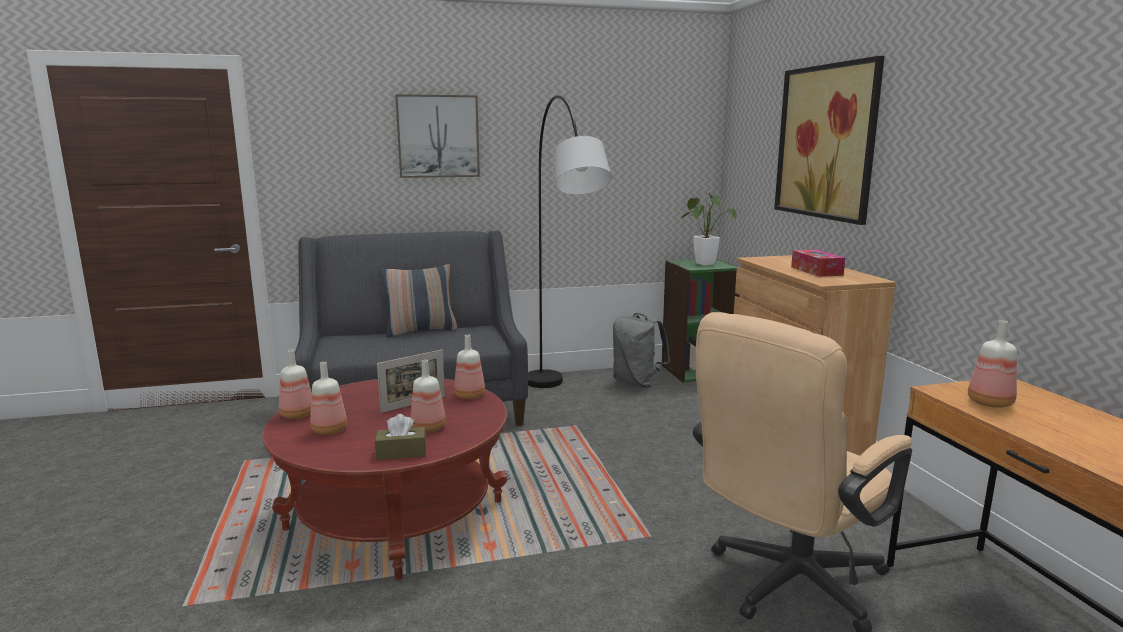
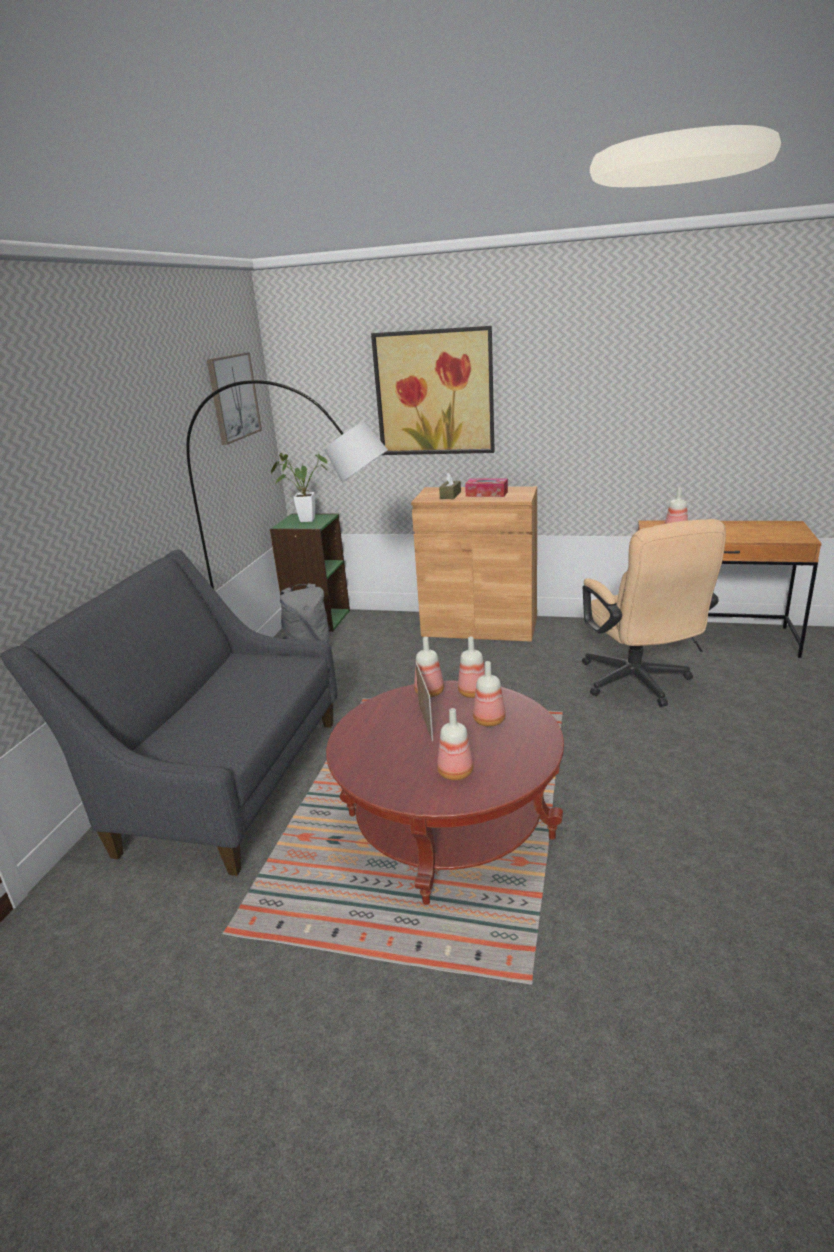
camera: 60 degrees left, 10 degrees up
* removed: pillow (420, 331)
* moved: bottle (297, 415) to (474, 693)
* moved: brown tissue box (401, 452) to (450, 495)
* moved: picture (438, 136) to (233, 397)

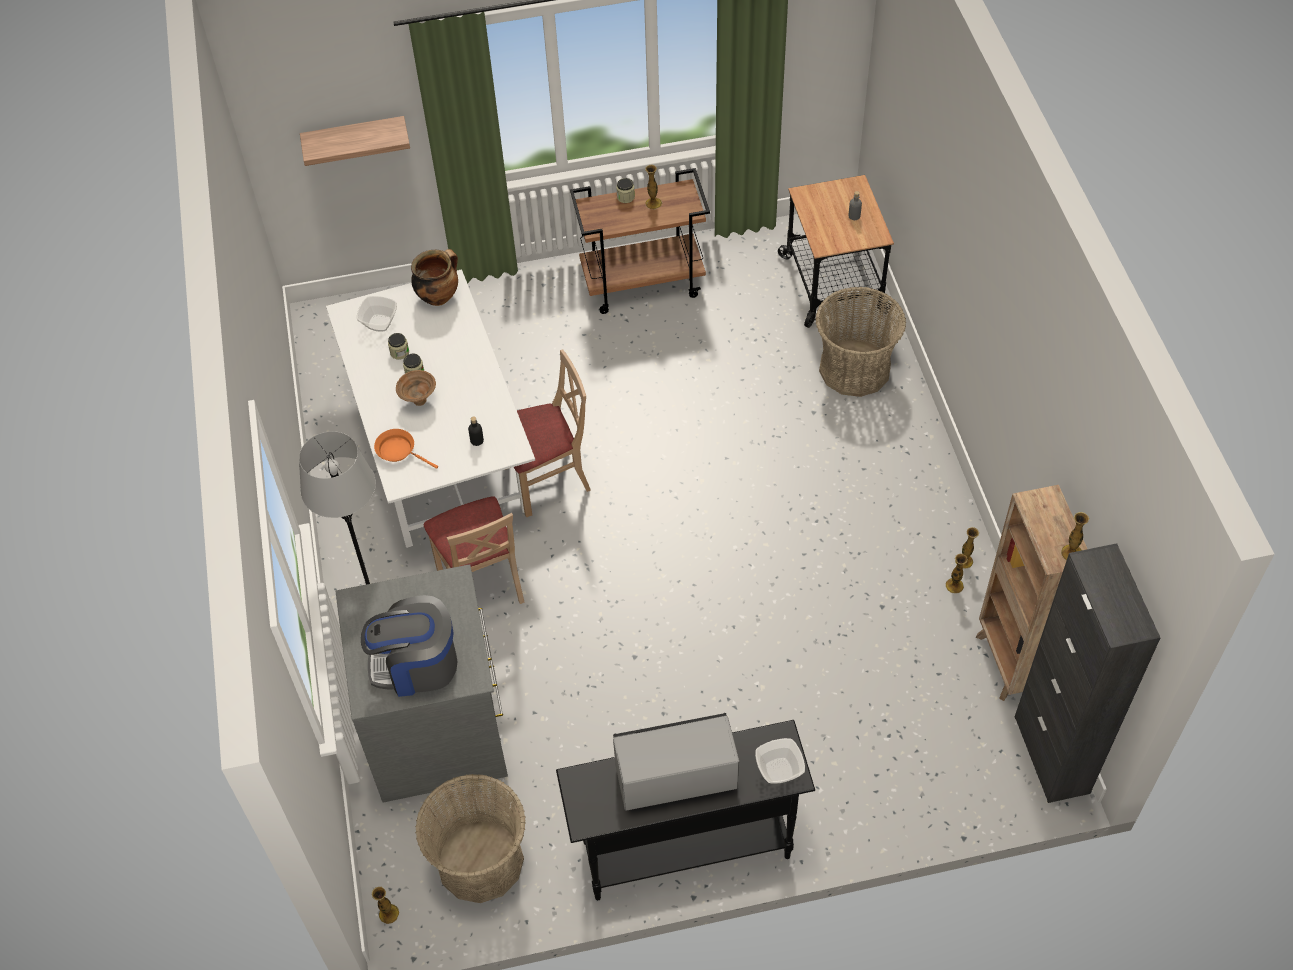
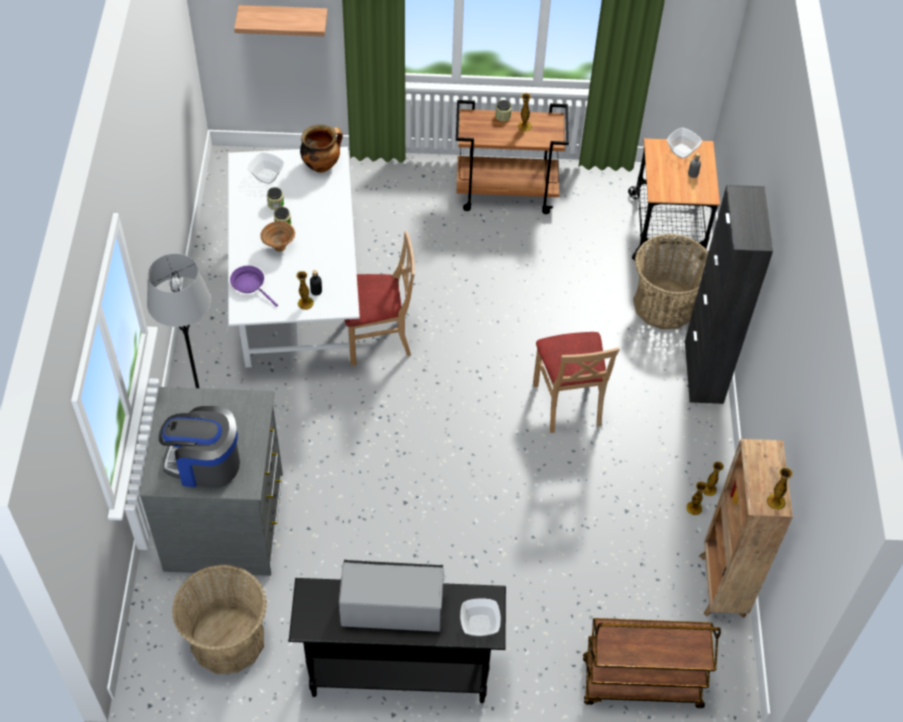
camera: 10 degrees right, 0 degrees up
* added: brown cart (640, 684)
* added: bowl (682, 151)
* moved: vase (389, 913) to (305, 303)
* moved: beige chair (482, 584) to (568, 403)
* moved: black cabinet (1051, 754) to (703, 372)
* recoloured: orange frying pan (399, 451) to purple frying pan (250, 285)

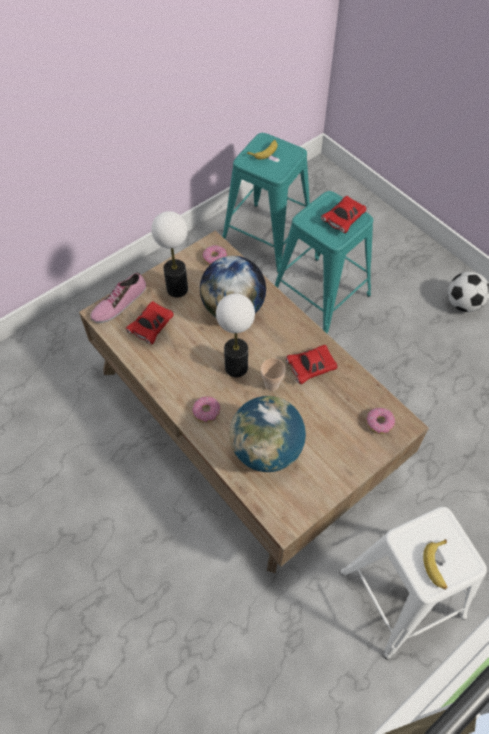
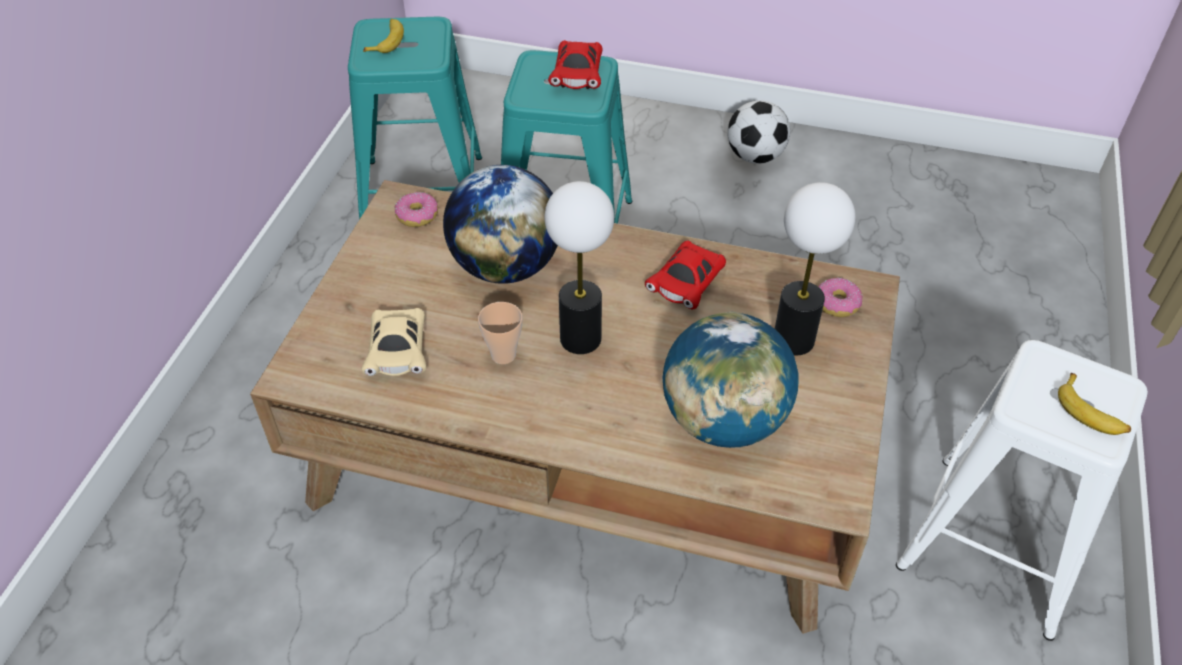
camera: 35 degrees left, 10 degrees down
* removed: shoe (119, 303)
* removed: donut (206, 412)
* moved: table lamp (177, 288) to (793, 339)
* moved: cup (272, 385) to (503, 355)
* recoloured: red toy car (151, 327) to beige toy car (398, 353)

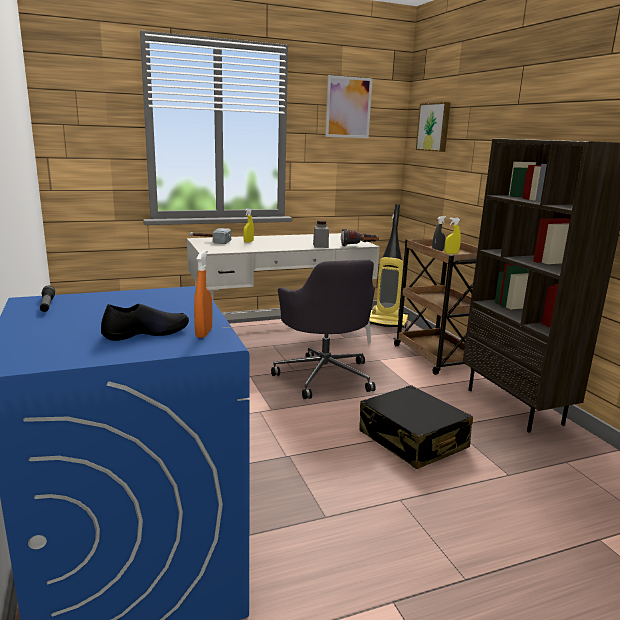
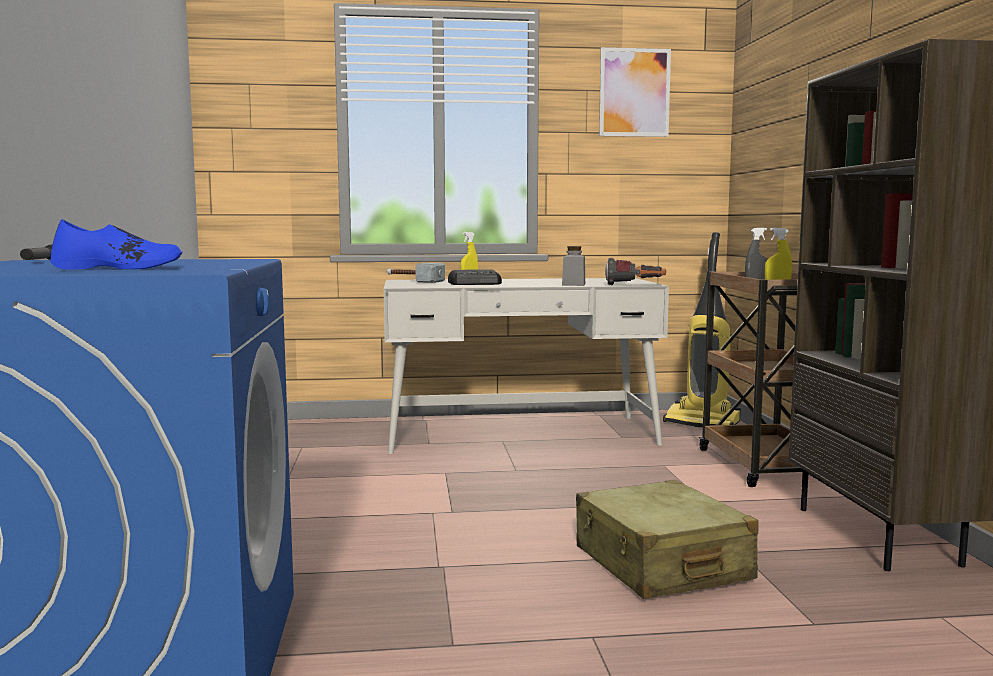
camera: 15 degrees right, 10 degrees down
* removed: orange spray bottle (204, 333)
* removed: grey office chair (324, 376)
* removed: picture (434, 127)
* added: radio (476, 284)
* recoloured: black shoe (146, 332) to blue shoe (119, 268)
* recoloured: black suitcase (412, 440) to beige suitcase (661, 564)

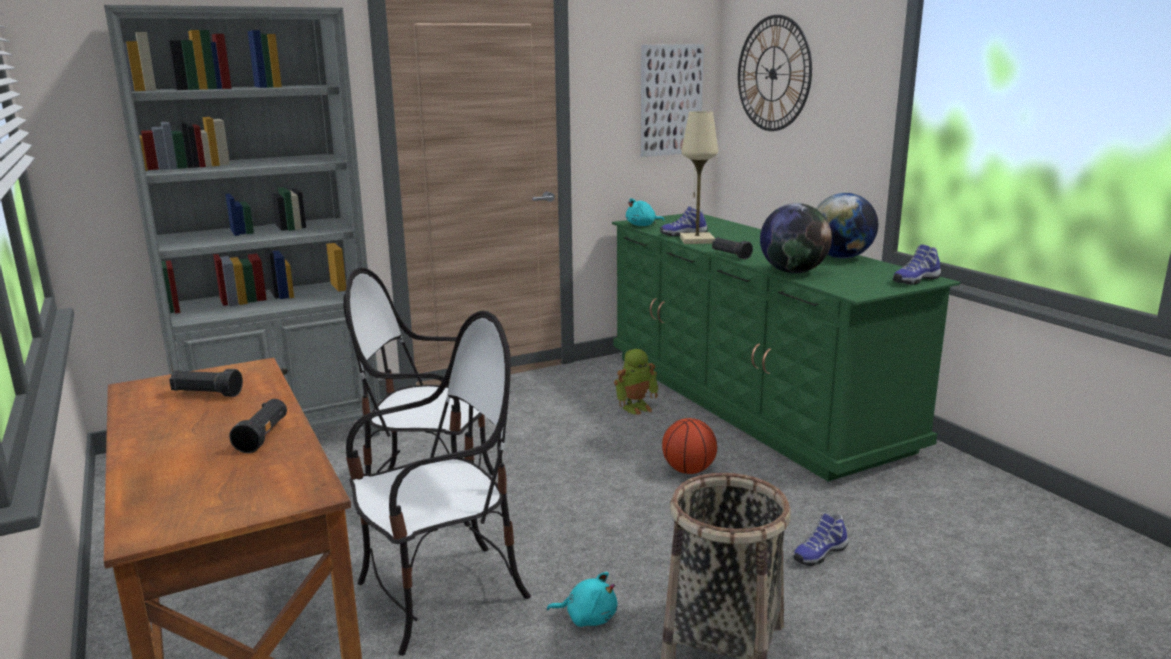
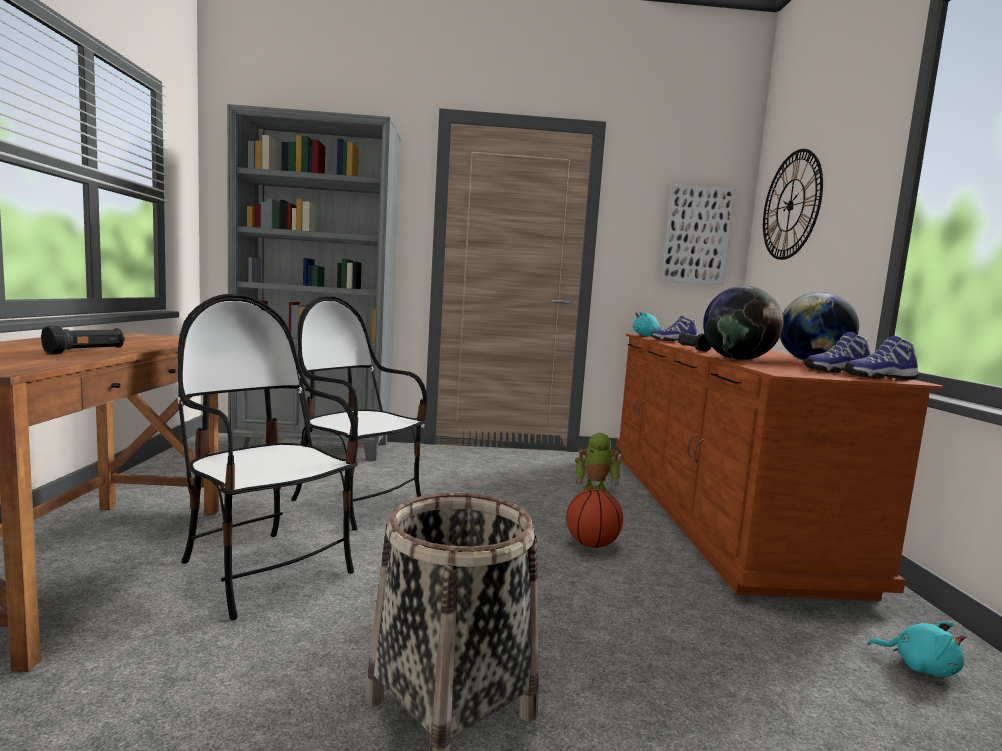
camera: 25 degrees right, 10 degrees down
* removed: black flashlight (207, 394)
* removed: beige table lamp (697, 240)
* moved: turquoise plush toy (588, 617) to (920, 666)
* moved: shoe (819, 553) to (836, 371)
* recoloured: green dresser (749, 400) to brown dresser (712, 509)
* turned: chair (442, 595) = (265, 570) 135 degrees counterclockwise

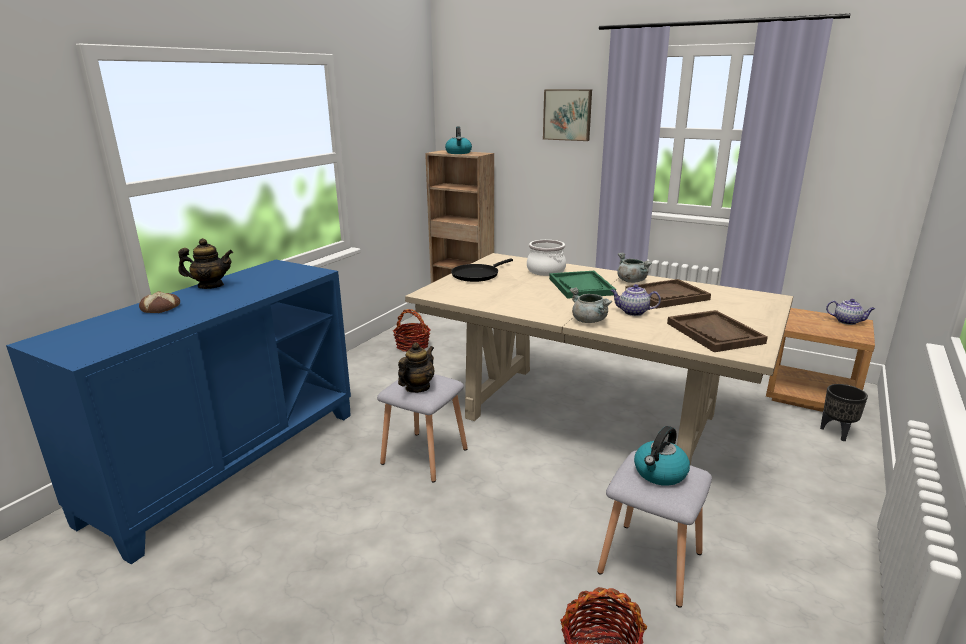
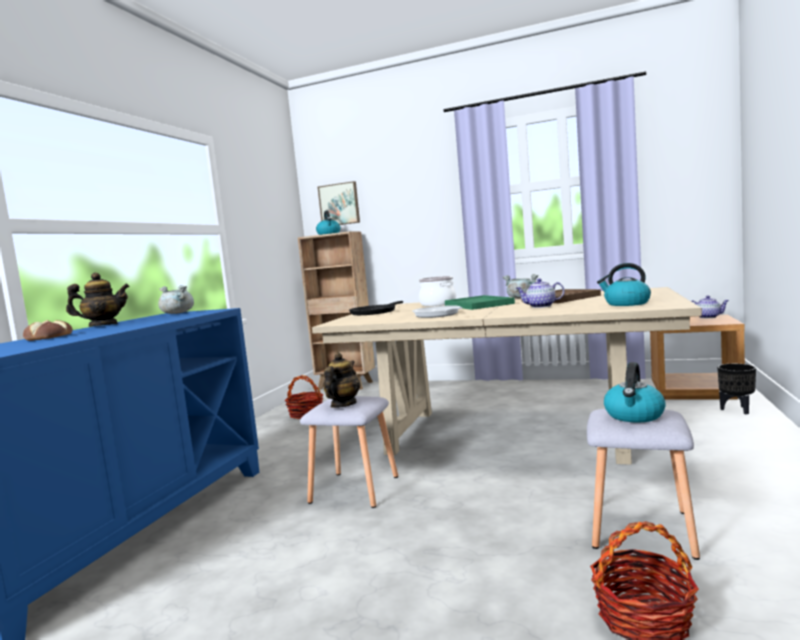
camera: 10 degrees left, 15 degrees down
* added: frying pan (438, 315)
* moved: picture (567, 114) to (339, 204)
* moved: grey cooking pot (589, 321) to (178, 313)
* replaced: brown tray (715, 333) to kettle (626, 304)

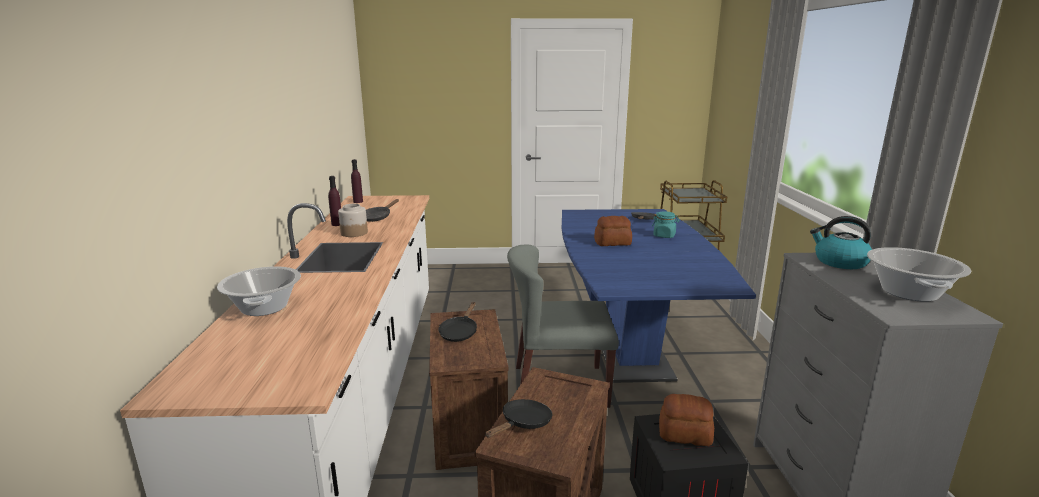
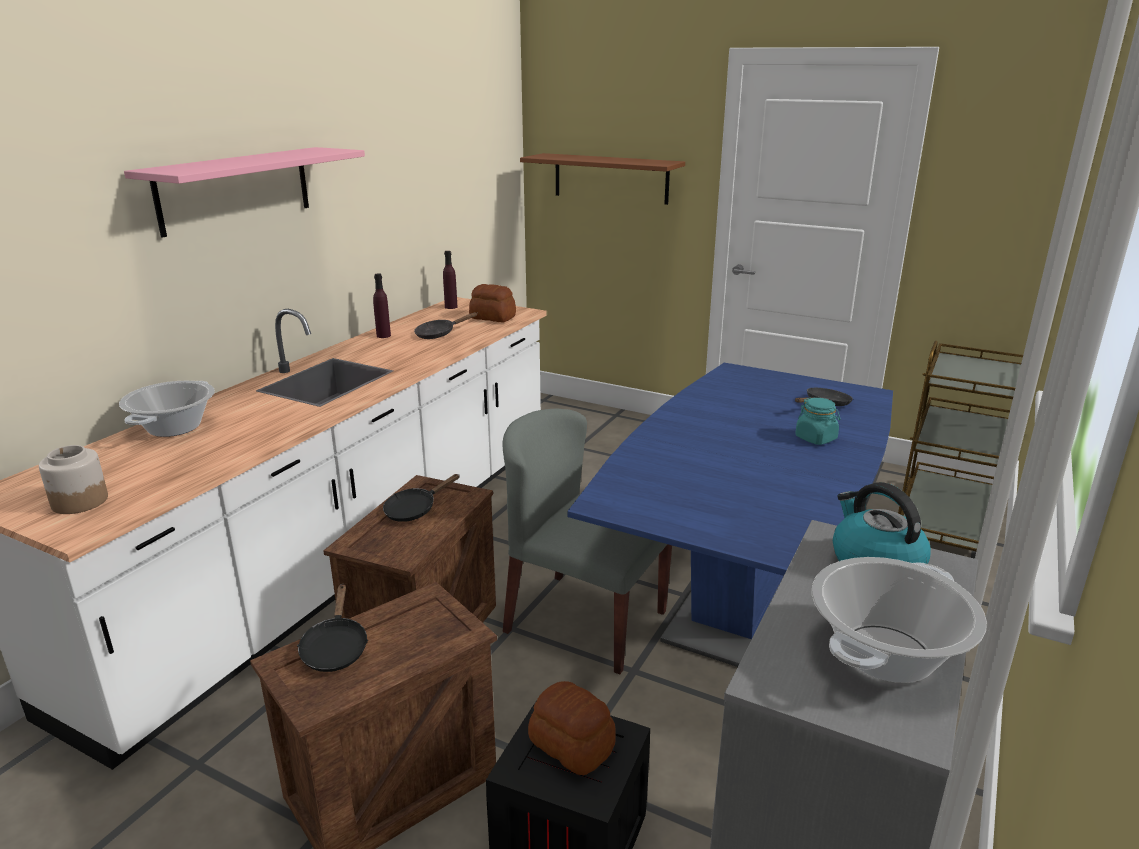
camera: 30 degrees right, 5 degrees up
* added: pink shelf (235, 189)
* added: brown shelf (610, 178)
* moved: jar (354, 233) to (79, 501)
* moved: bread (613, 243) to (492, 318)
* turned: black frying pan (523, 423) = (335, 648) 105 degrees clockwise

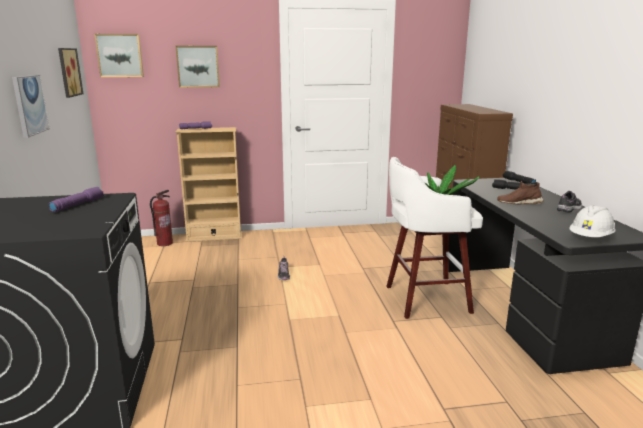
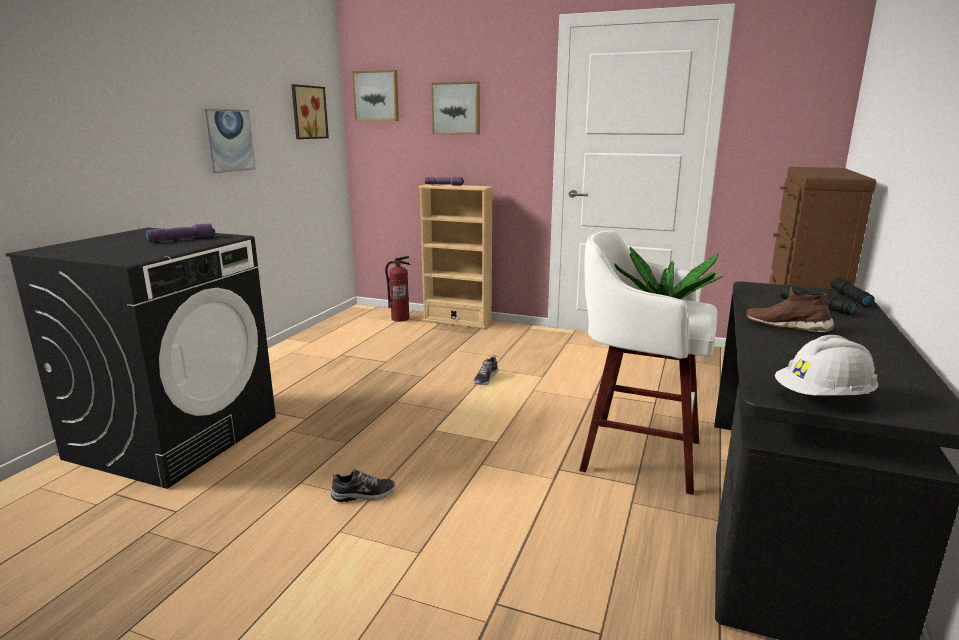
camera: 30 degrees right, 0 degrees up
* moved: shoe (569, 208) to (363, 495)

